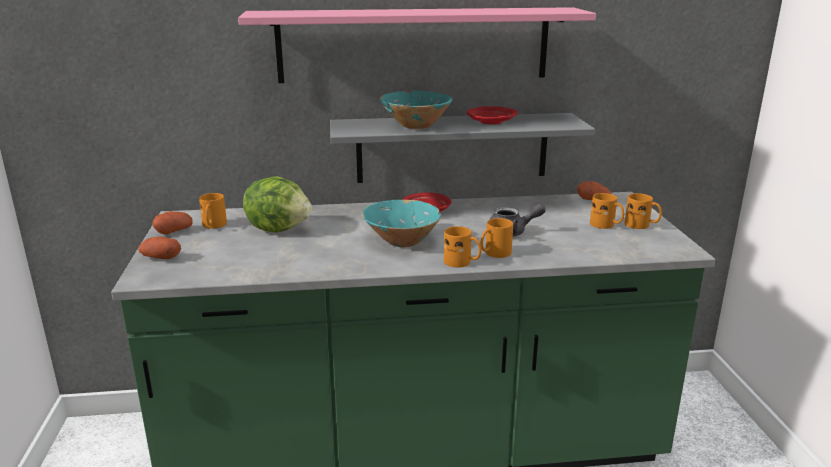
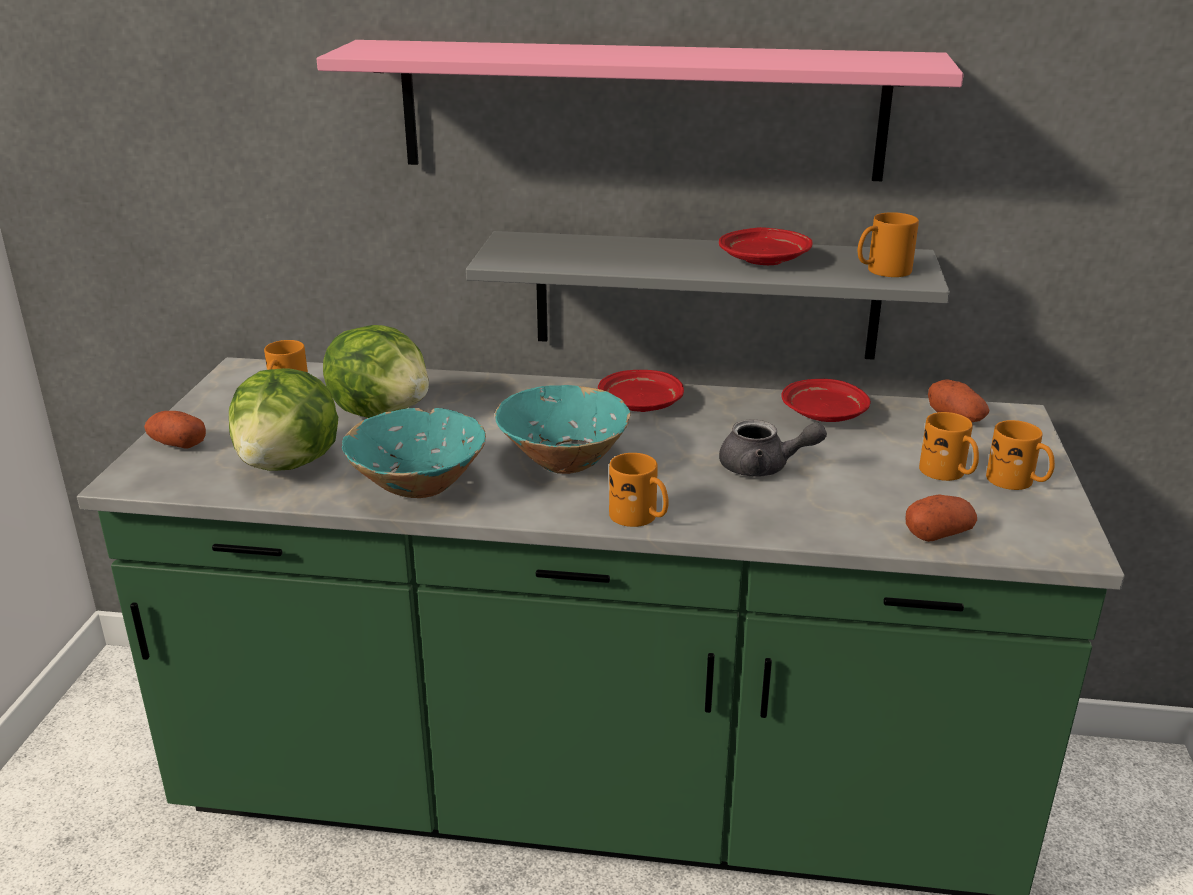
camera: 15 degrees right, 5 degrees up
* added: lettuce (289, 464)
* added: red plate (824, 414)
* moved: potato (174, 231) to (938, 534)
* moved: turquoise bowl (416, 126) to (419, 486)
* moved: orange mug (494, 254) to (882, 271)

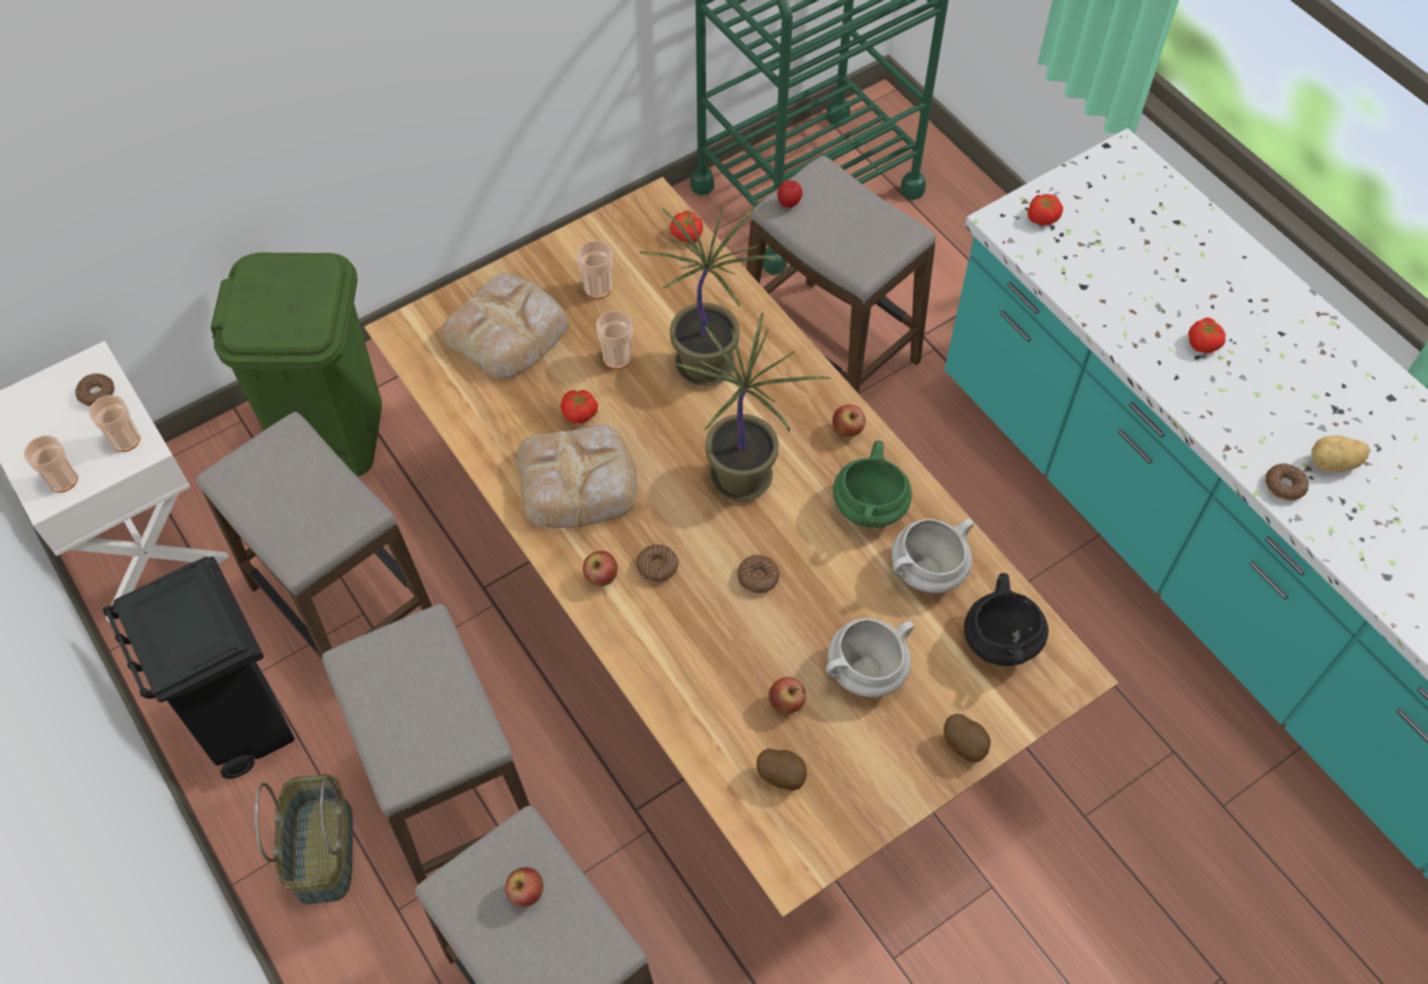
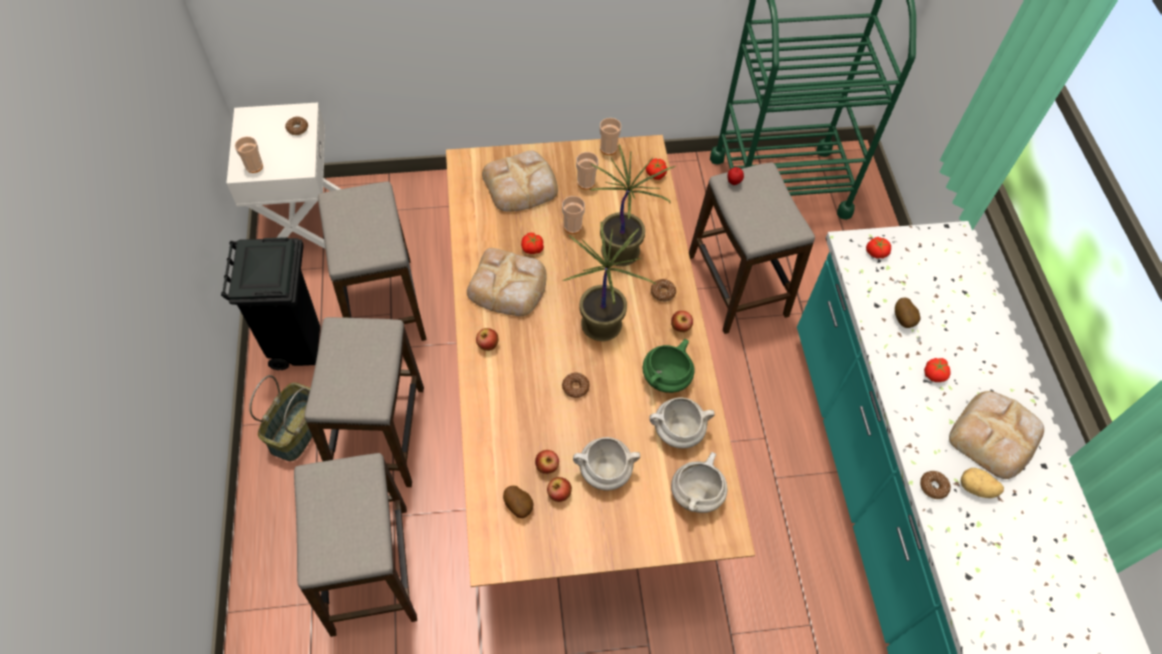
camera: 25 degrees right, 0 degrees up
* removed: green trash can (332, 434)
* added: bread (995, 436)
* moved: cup (126, 440) to (608, 148)
* moved: apple (526, 893) to (559, 494)
* moved: donut (657, 567) to (662, 293)
* moved: potato (965, 745) to (904, 319)
* recoloured: black cooking pot (999, 641) to white cooking pot (696, 493)

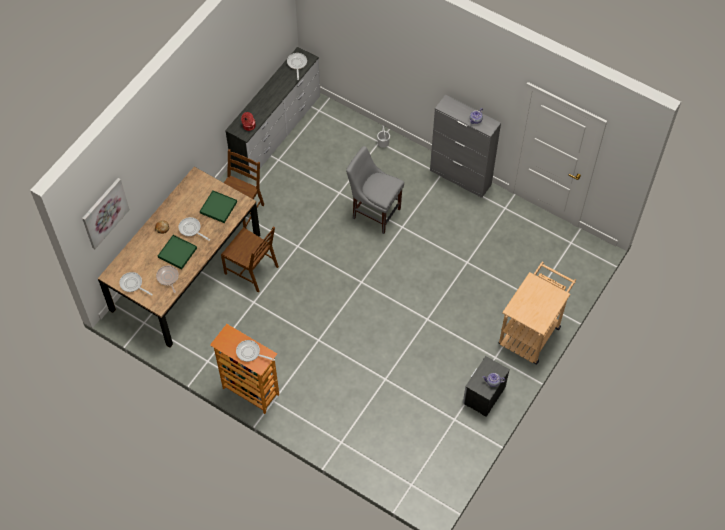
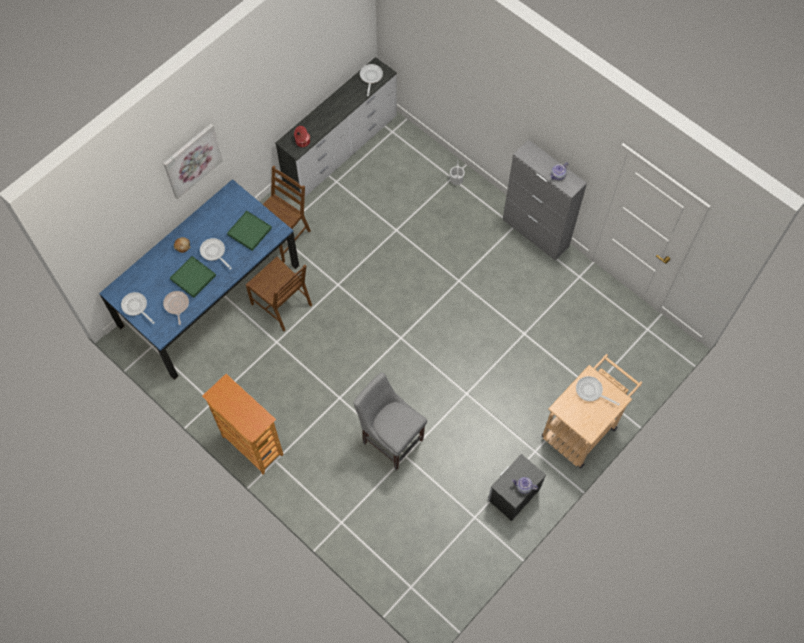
camera: 10 degrees right, 5 degrees up
* moved: picture (104, 212) to (192, 160)
* moved: frying pan (250, 353) to (591, 391)
* moved: grey chair (374, 212) to (391, 439)
* recoloured: brown dining table (186, 273) to blue dining table (209, 296)

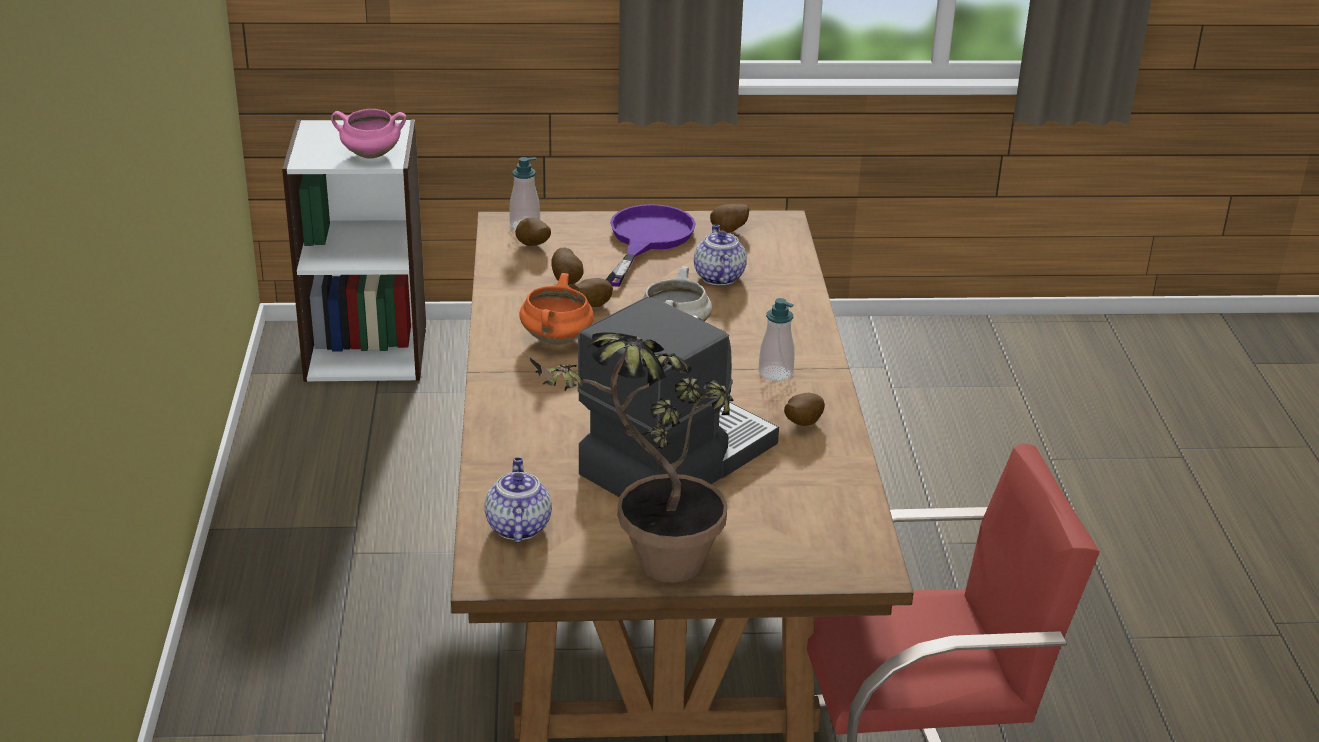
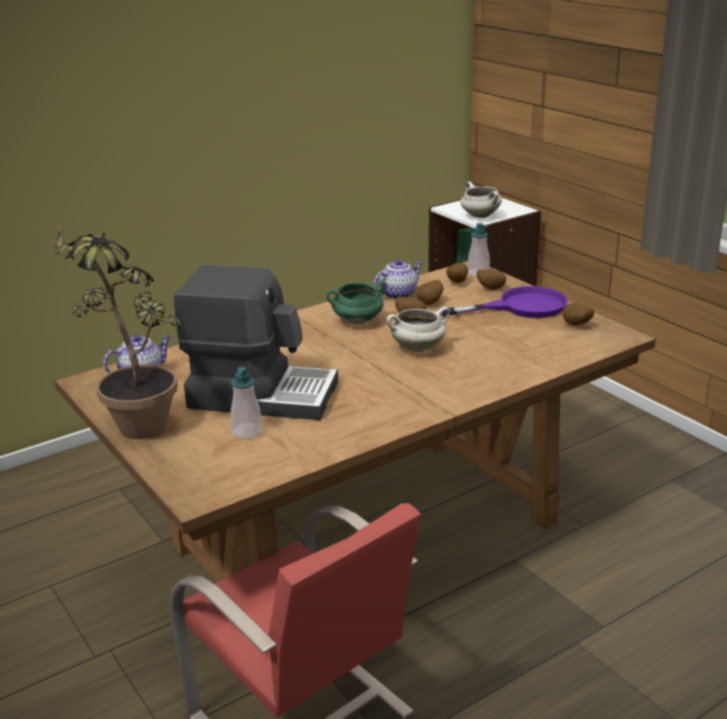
camera: 60 degrees right, 5 degrees down
* moved: teapot (718, 276) to (398, 294)
* moved: soap dispenser (775, 373) to (247, 432)
* moved: potato (801, 424) to (491, 288)
* recoloured: pink cooking pot (370, 155) to white cooking pot (479, 216)
* recoloured: orange cooking pot (557, 340) to green cooking pot (357, 321)

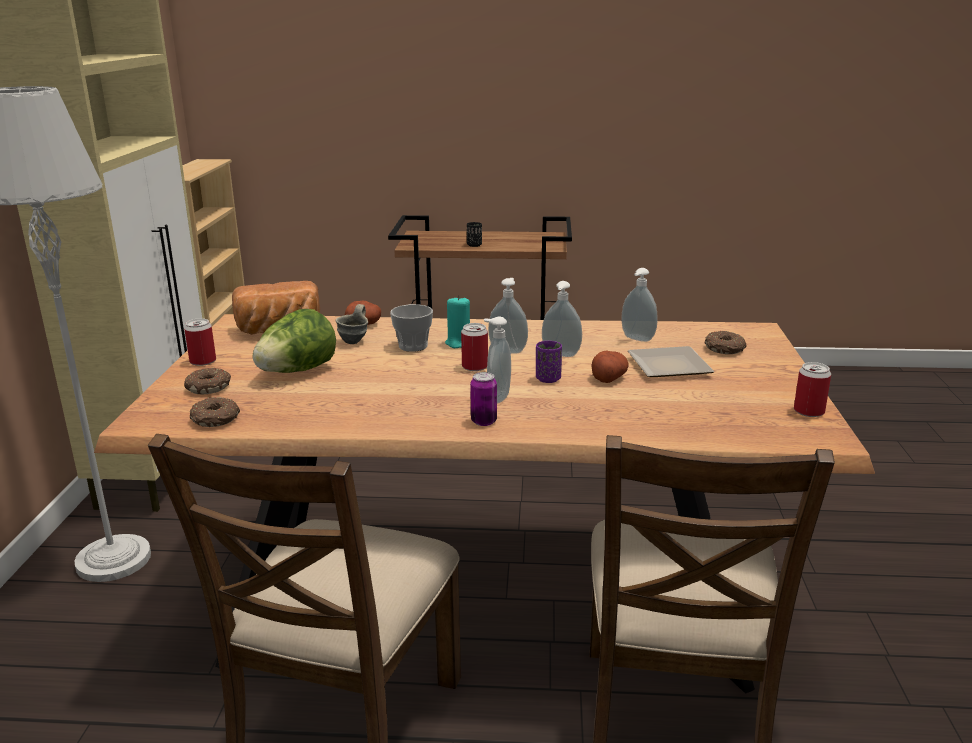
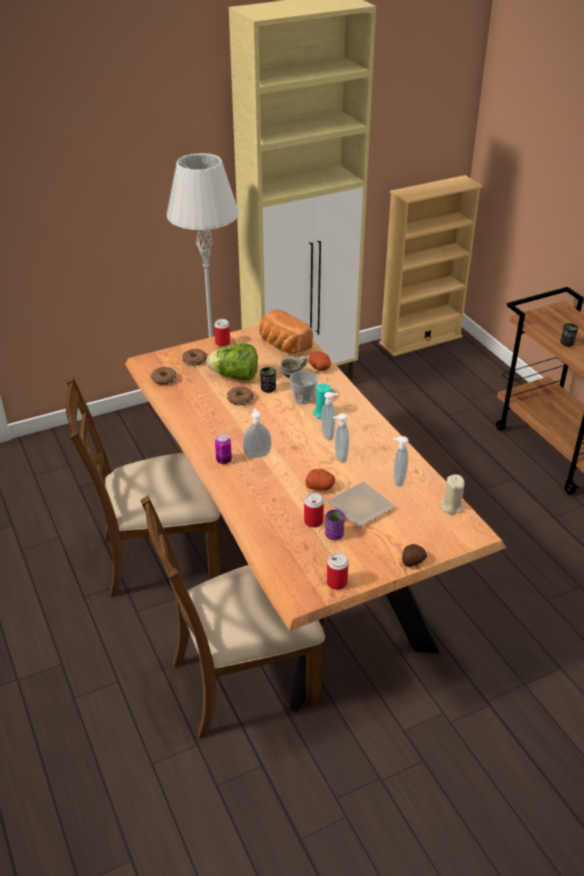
camera: 60 degrees right, 15 degrees up
* added: black cup (268, 389)
* added: potato (412, 562)
* added: beige candle (451, 507)
* moved: can (475, 367) to (313, 521)
* moved: purple cup (548, 379) to (334, 535)
* moved: donut (724, 349) to (239, 399)

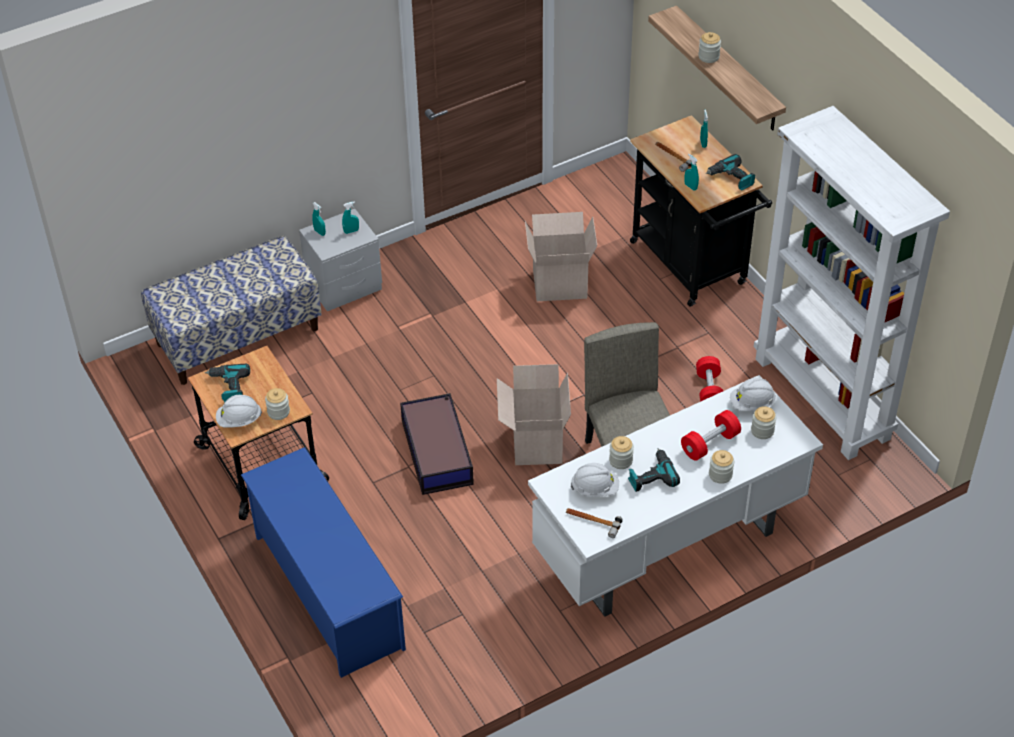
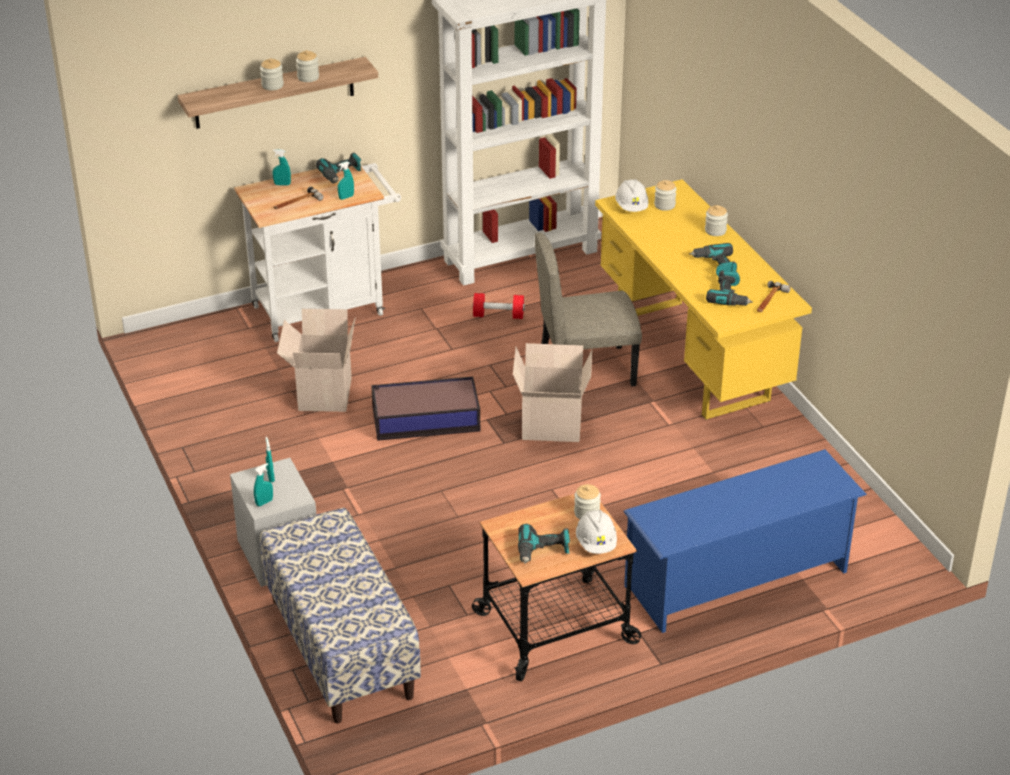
camera: 85 degrees left, 10 degrees down
* removed: red dumbbell (710, 444)
* moved: storage box (437, 451) to (424, 419)
* moved: jar (620, 460) to (308, 77)
* replaced: white hard hat (595, 489) to power drill (730, 296)
* recoloured: white desk (669, 549) to yellow desk (693, 358)
* recoloured: black cart (692, 267) to white cart (326, 308)

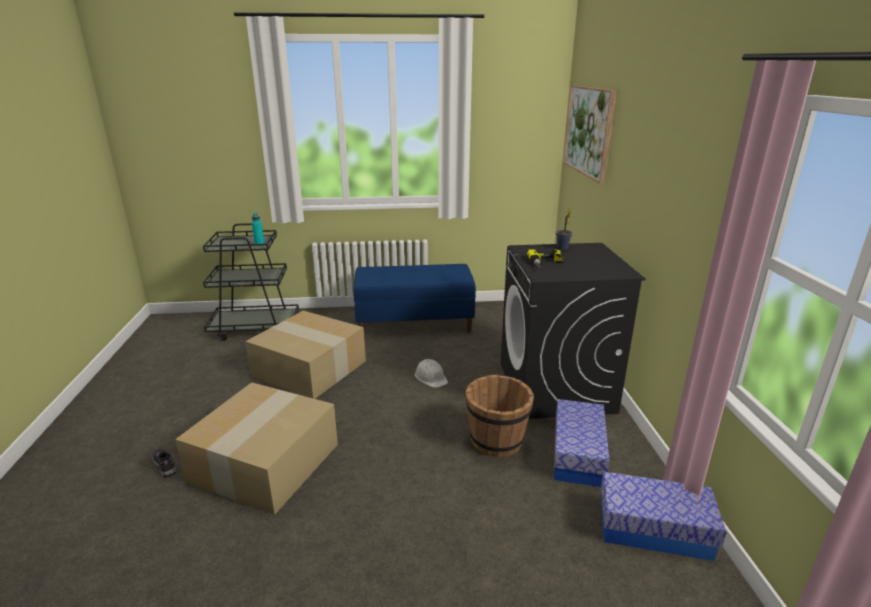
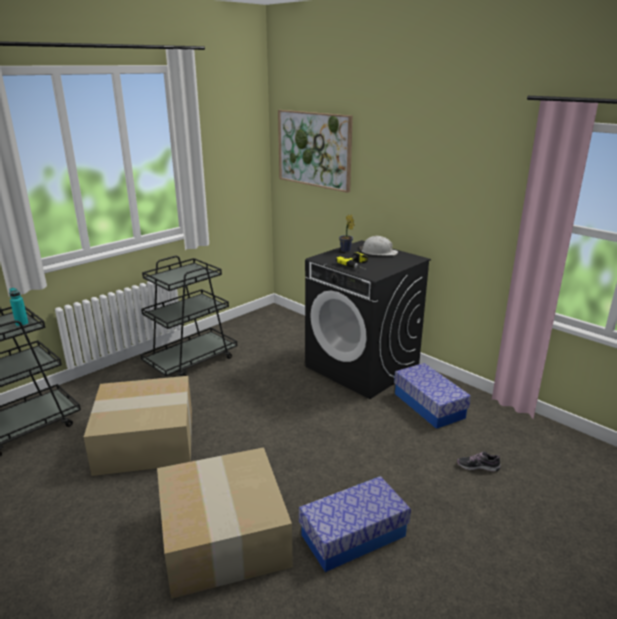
camera: 40 degrees left, 0 degrees up
* removed: brown bucket (496, 441)
* moved: shoe (165, 465) to (478, 466)
* moved: white hard hat (431, 377) to (378, 252)
* moved: storage box (653, 529) to (353, 535)
* replaced: blue bench (414, 323) to black cart (191, 360)

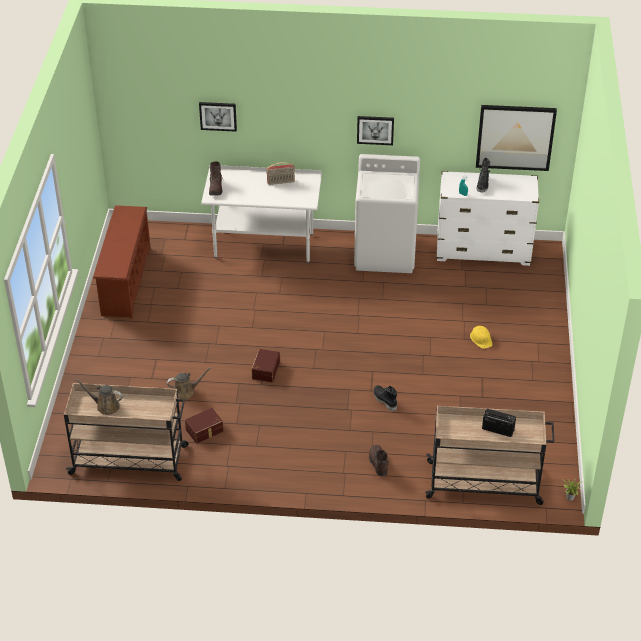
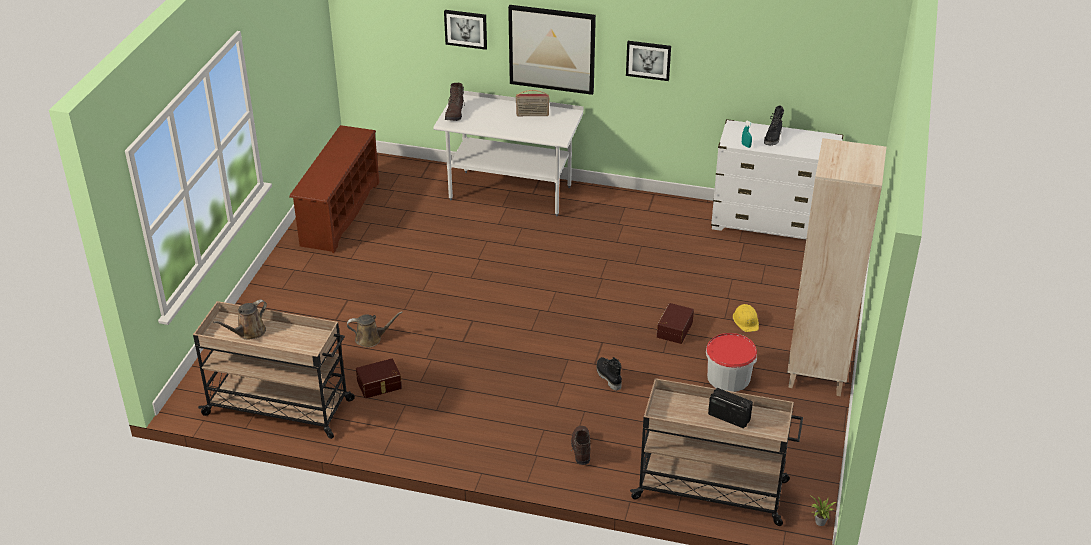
camera: 10 degrees right, 5 degrees down
* removed: white washing machine (385, 253)
* added: bucket (728, 377)
* added: beige bookcase (818, 372)
* moved: brown storage box (265, 370) to (673, 329)
* moved: picture (515, 137) to (552, 49)
* turned: brown watering can (105, 406) = (249, 332) 75 degrees counterclockwise

